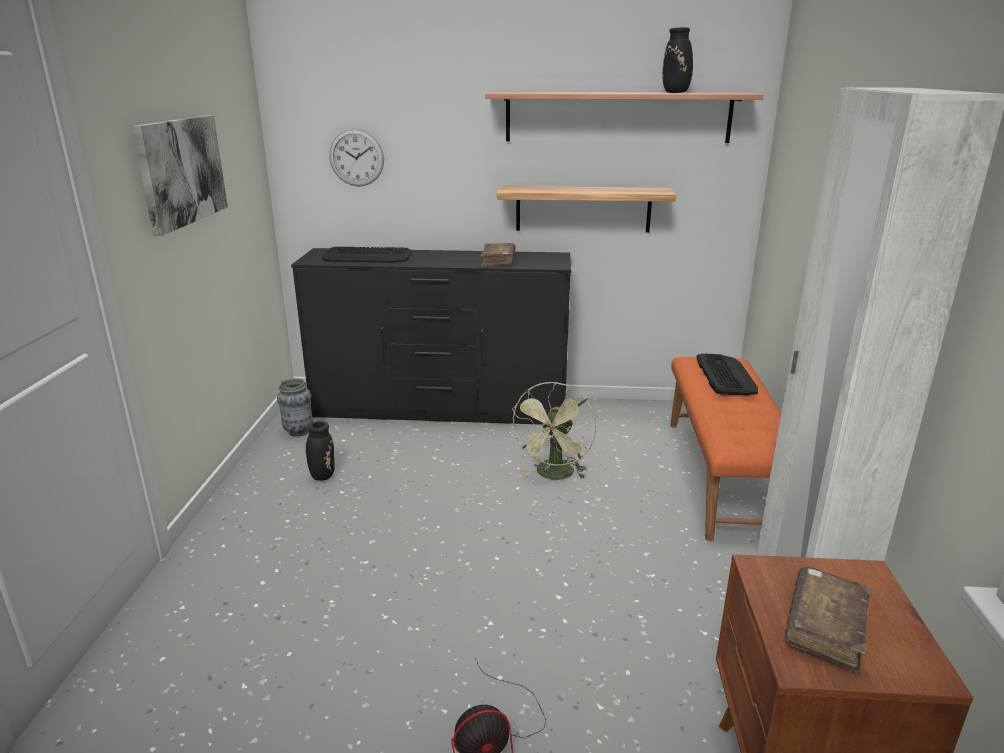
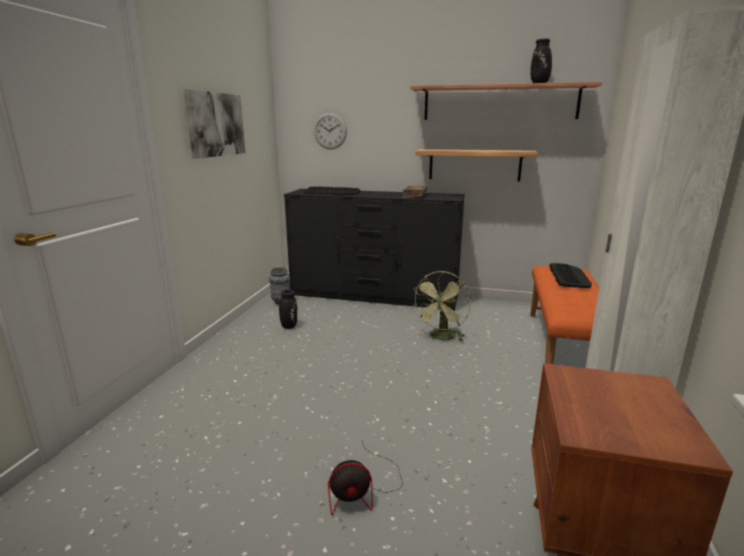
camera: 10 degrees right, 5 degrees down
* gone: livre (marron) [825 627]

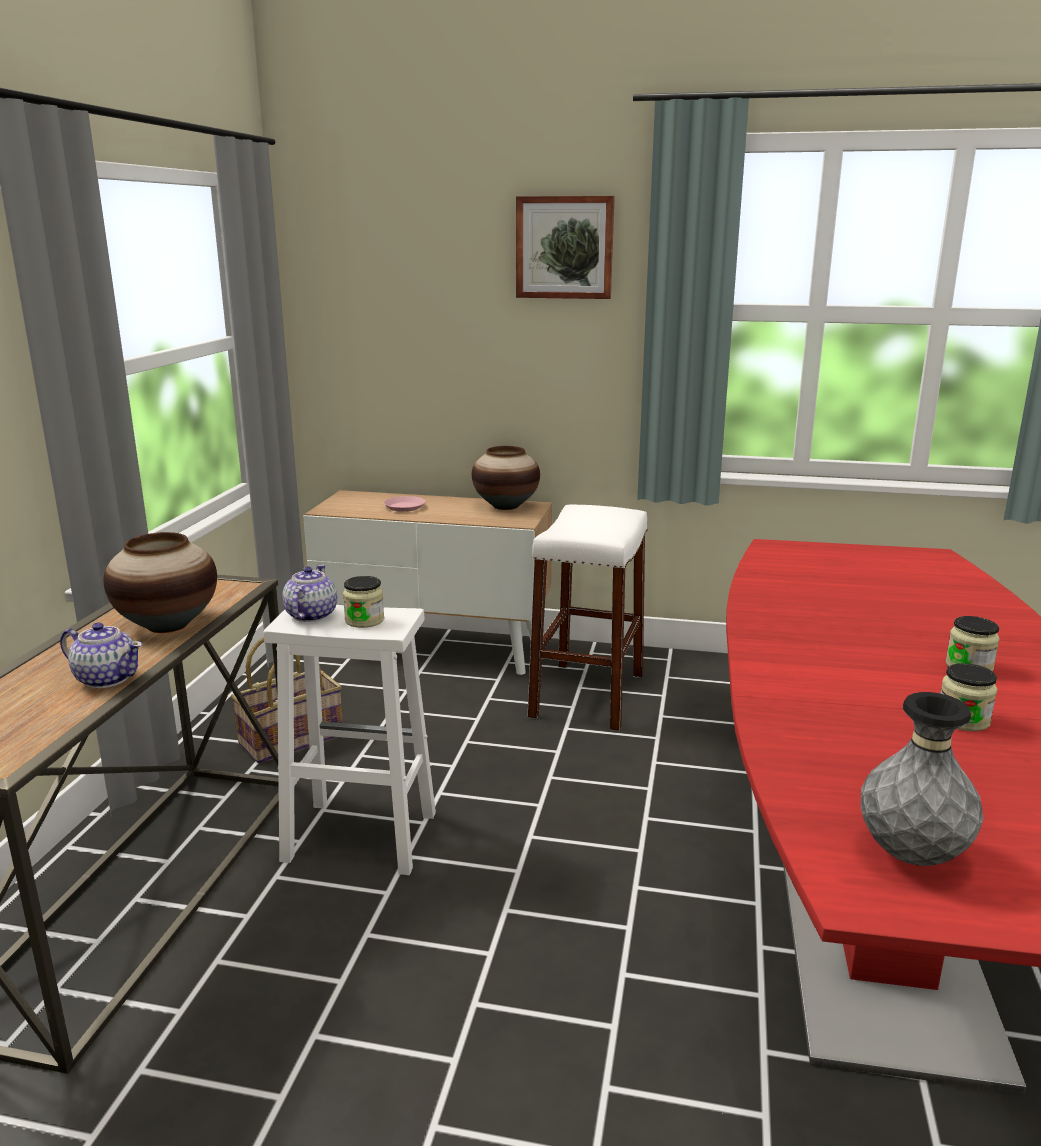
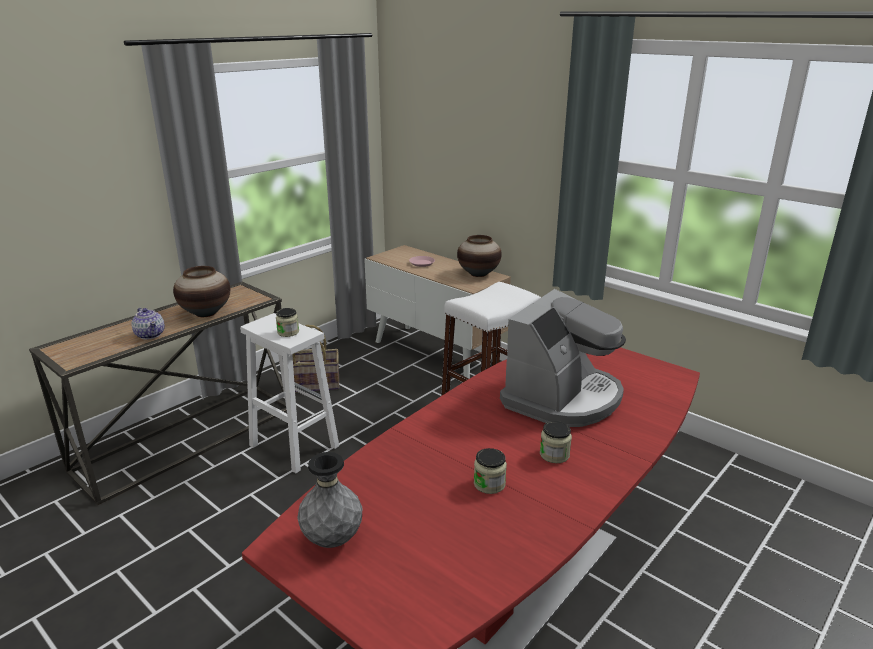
camera: 30 degrees right, 5 degrees up
* gone: théière [310 615]
* gone: tableau [564 247]
* new: machine à café [563 398]

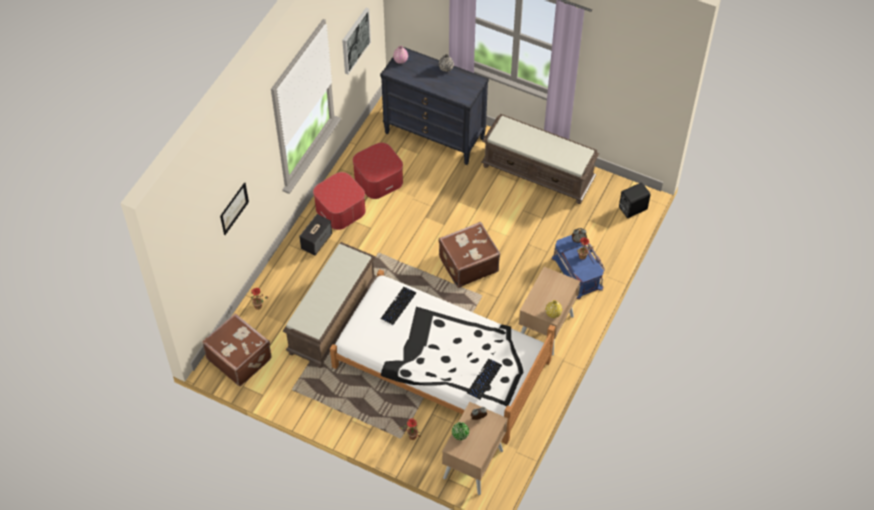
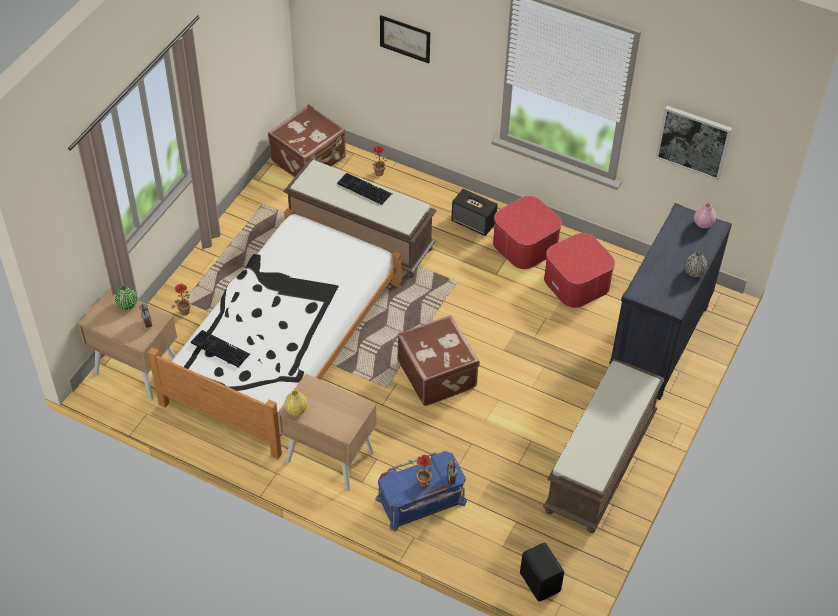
camera: 90 degrees right, 5 degrees down
* shifted: clavier [398 306] to [364 189]

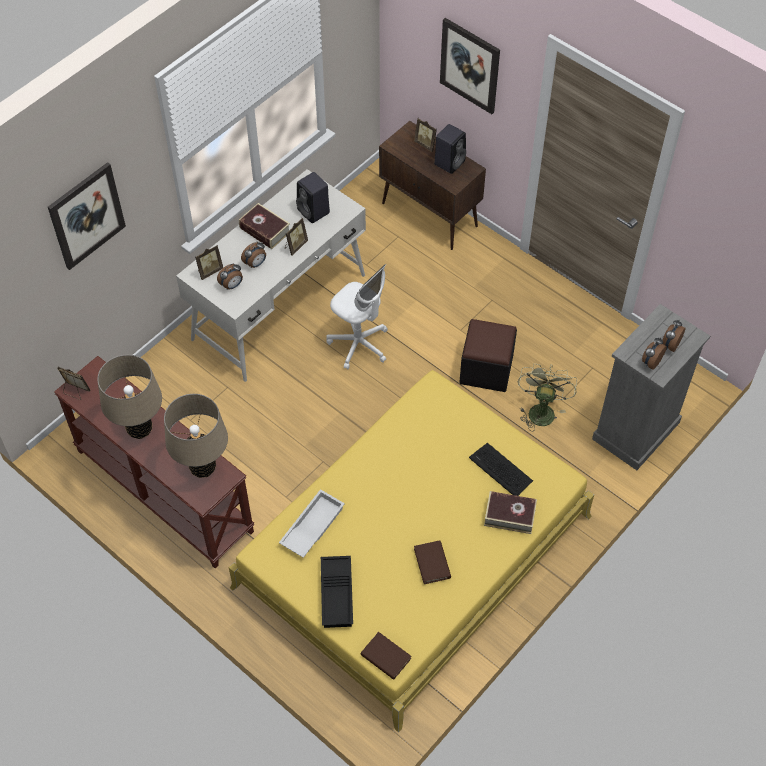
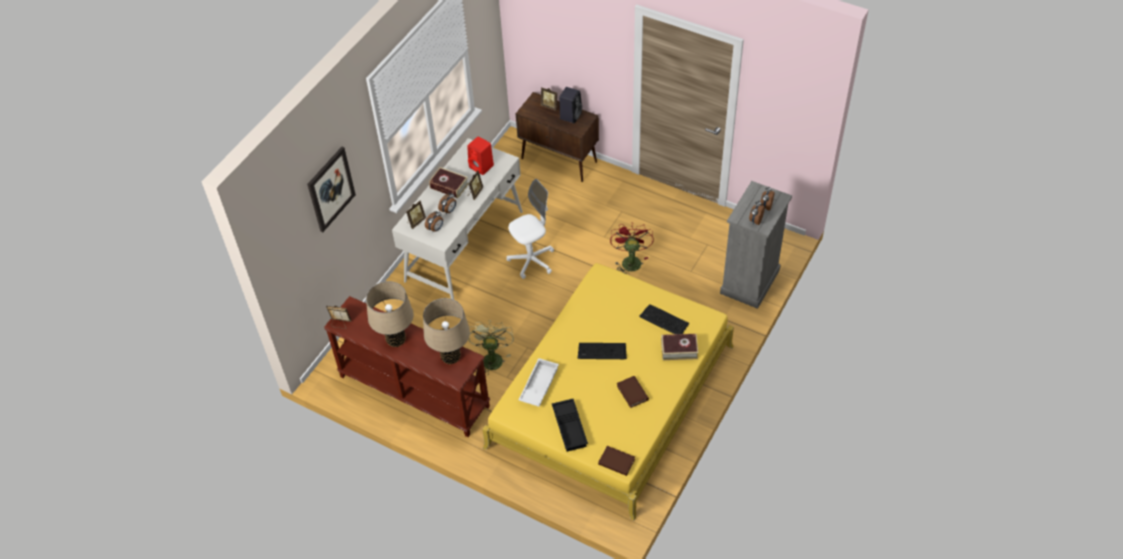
camera: 10 degrees left, 5 degrees down
* gone: tableau [470 65]
* new: clavier [602 351]
* shifted: ventilateur (vert) [541 410] to [492 357]
* swapped: pouf (noir) [486 369] to ventilateur (rouge) [630 260]
* repainted: enceinte (noir) [314 212] to enceinte (rouge) [482 167]
* rotated: chaise de bureau (blanc) [359 344] = [531 261] 60 degrees counterclockwise

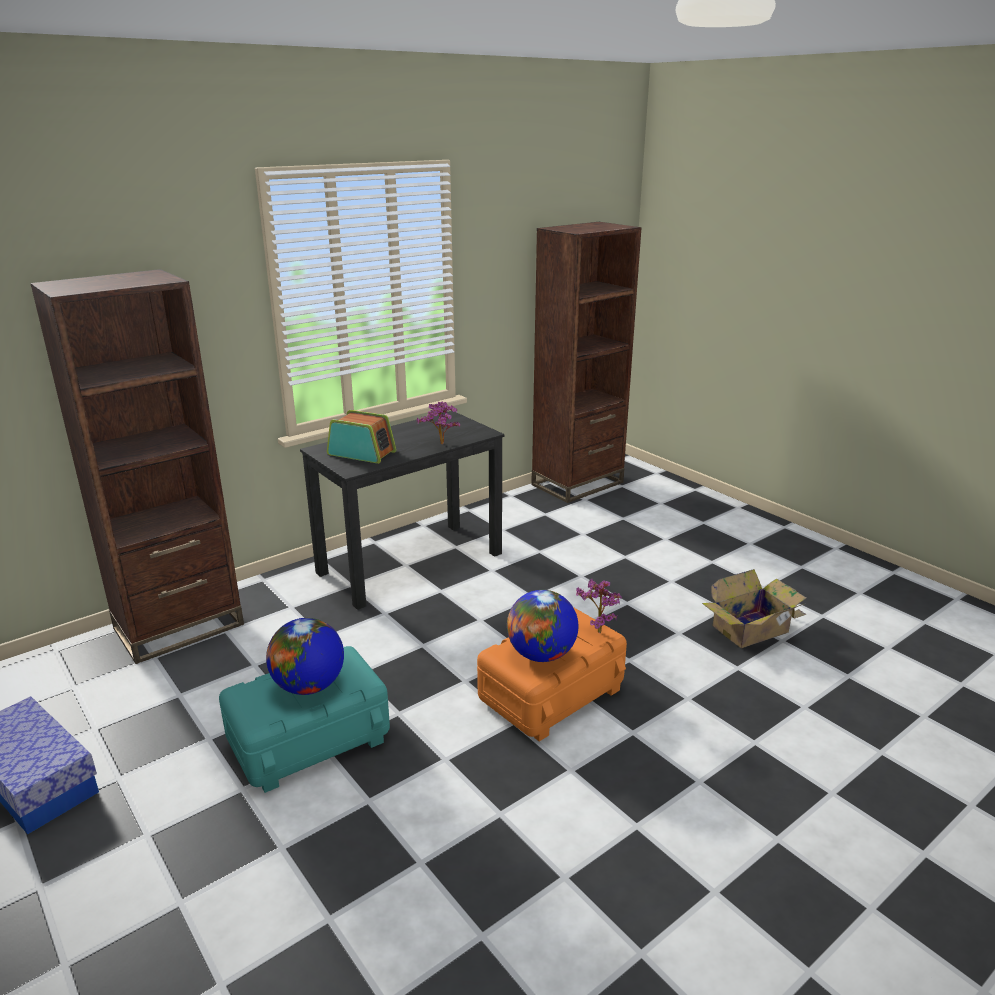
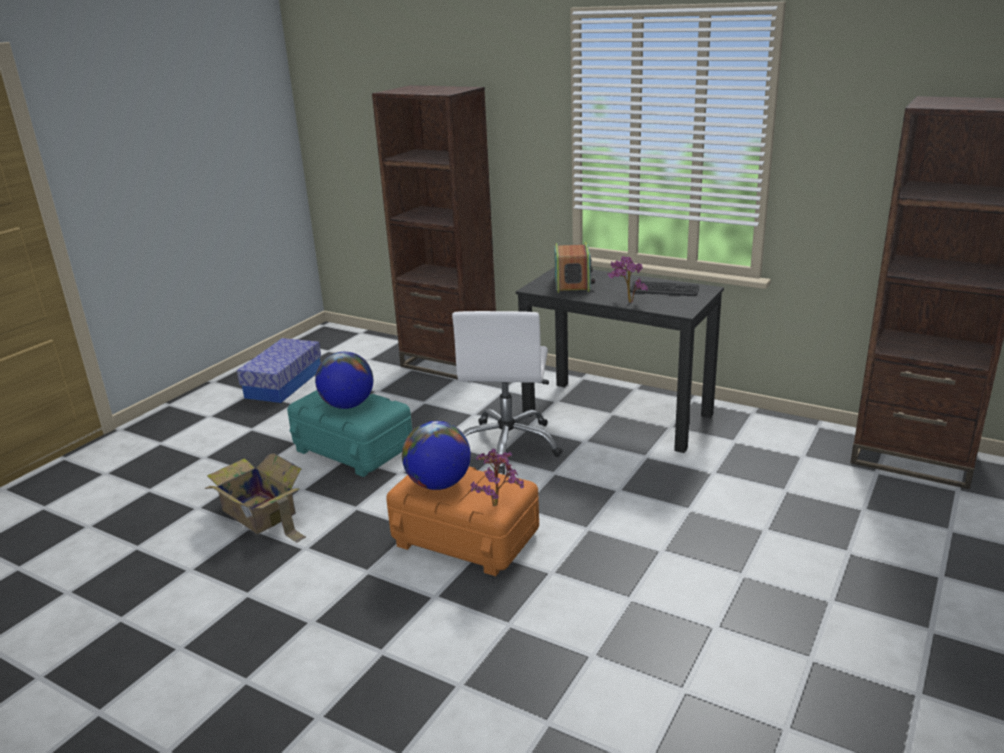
camera: 70 degrees right, 0 degrees up
* new: chaise de bureau (blanc) [508 445]
* new: clavier [664 290]
* shifted: carton [753 629] to [260 514]

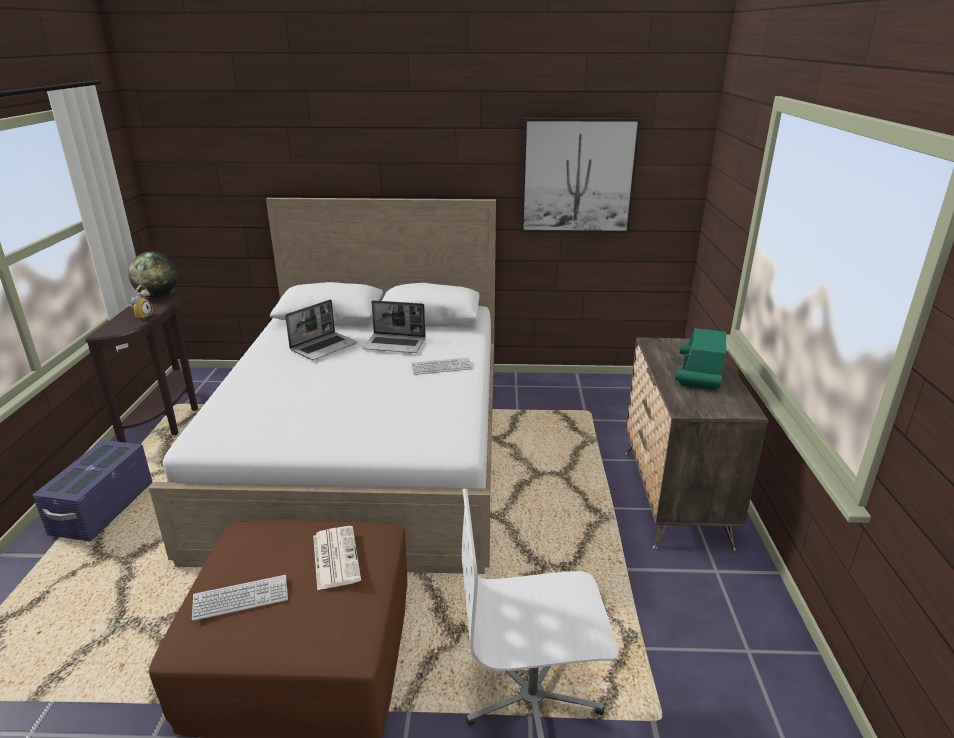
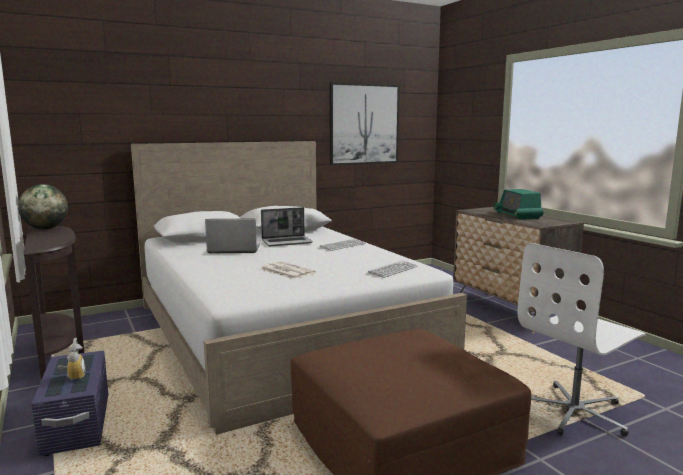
camera: 30 degrees left, 15 degrees down
* shifted: réveil [142 316] to [73 377]
* shifted: clavier [241 599] to [393 270]
* shifted: journal [335 557] to [286 271]
* rotated: ordinateur portable [324 347] = [233 250] 105 degrees counterclockwise

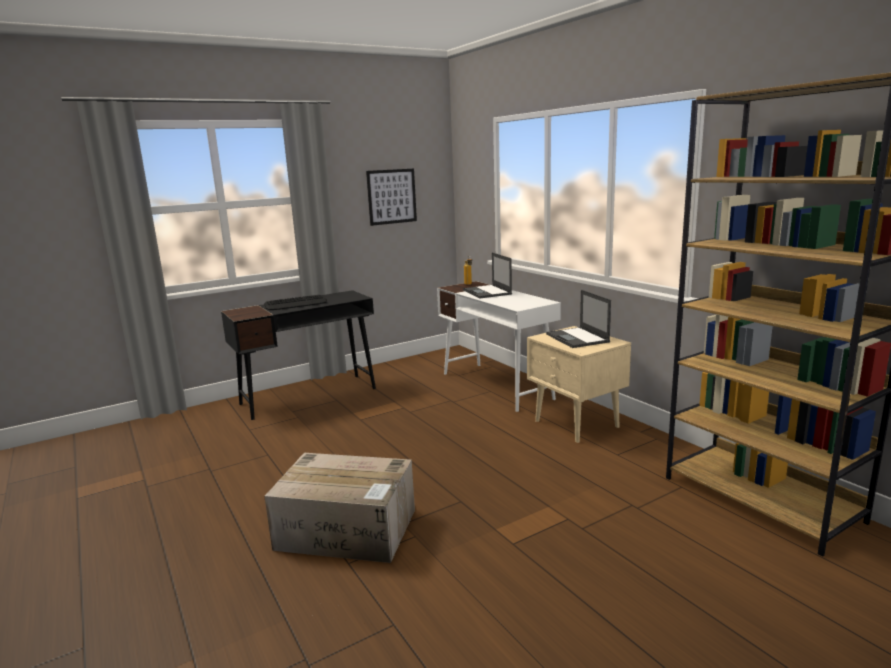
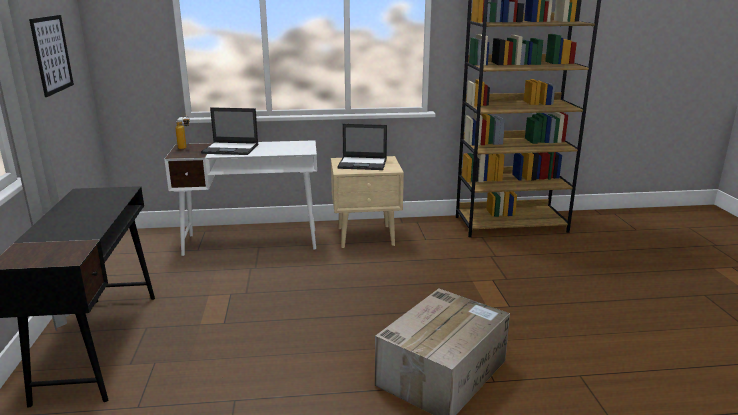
camera: 65 degrees left, 5 degrees up
* gone: clavier [296 304]

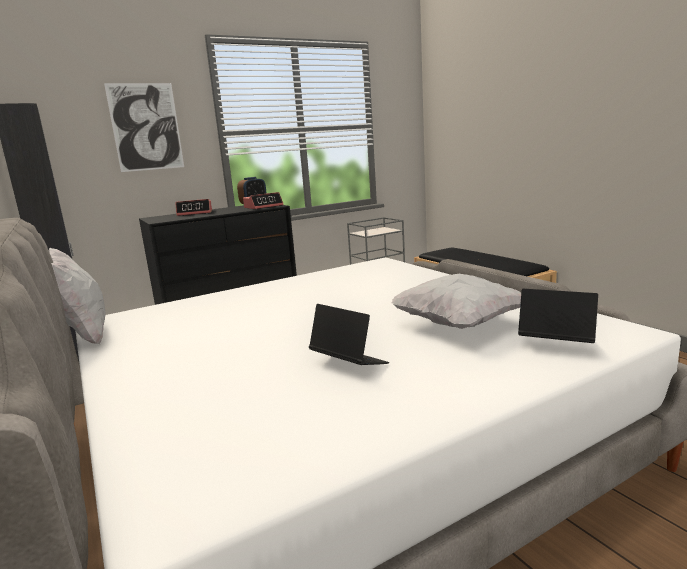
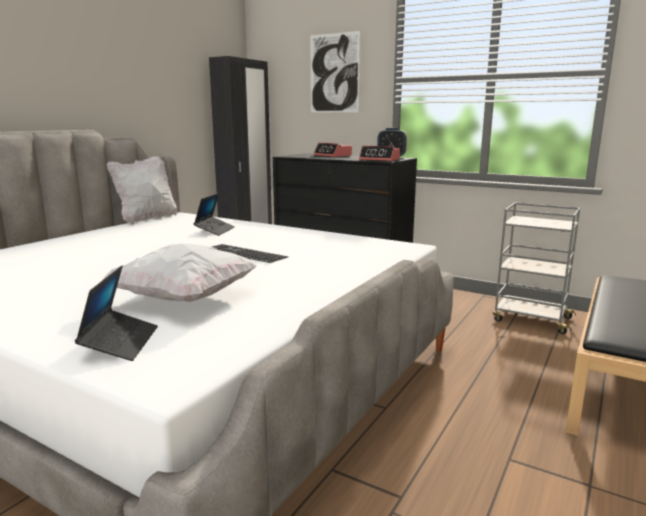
camera: 60 degrees right, 0 degrees up
* new: clavier [242 254]
* shifted: ordinateur portable [348 363] to [215 230]

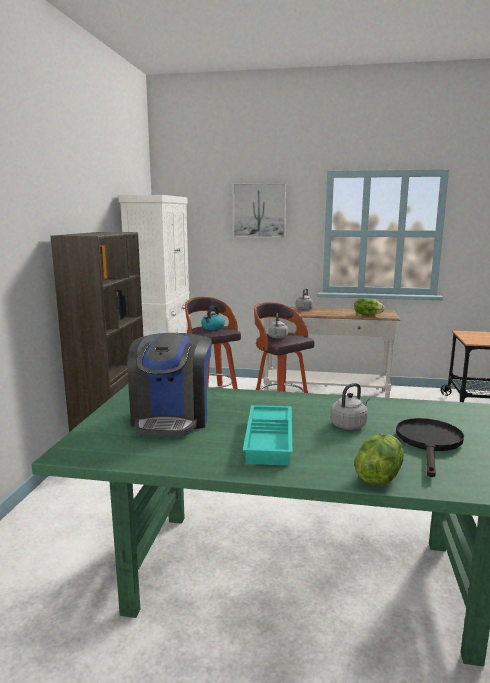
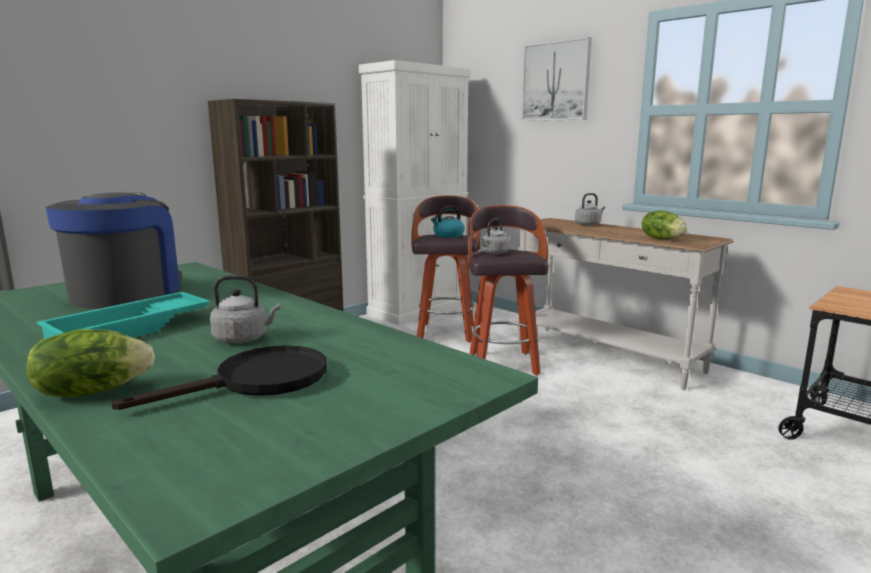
camera: 35 degrees right, 0 degrees up
* rotated: machine à café [172 418] = [126 293] 150 degrees clockwise

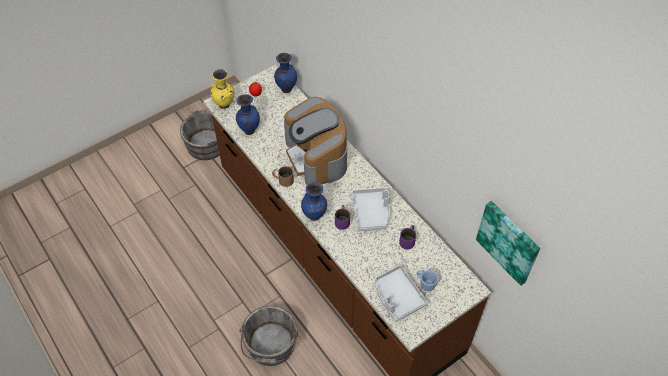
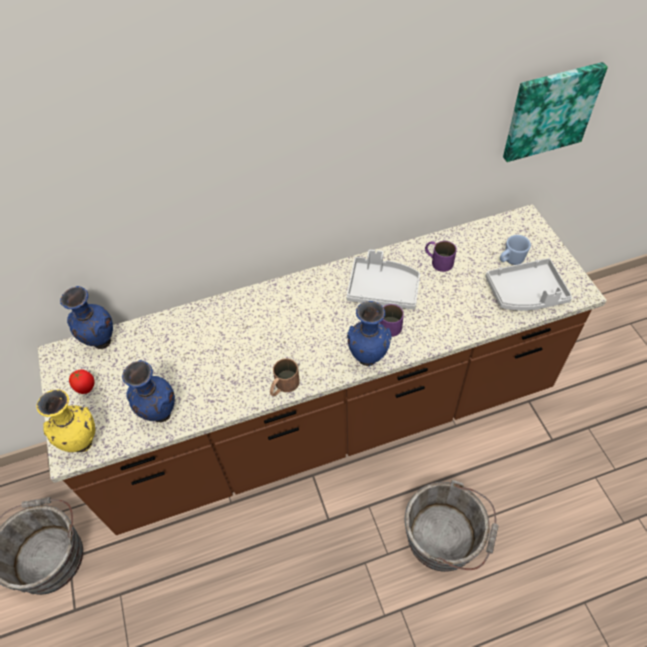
camera: 70 degrees left, 0 degrees up
* gone: machine à café [317 156]

